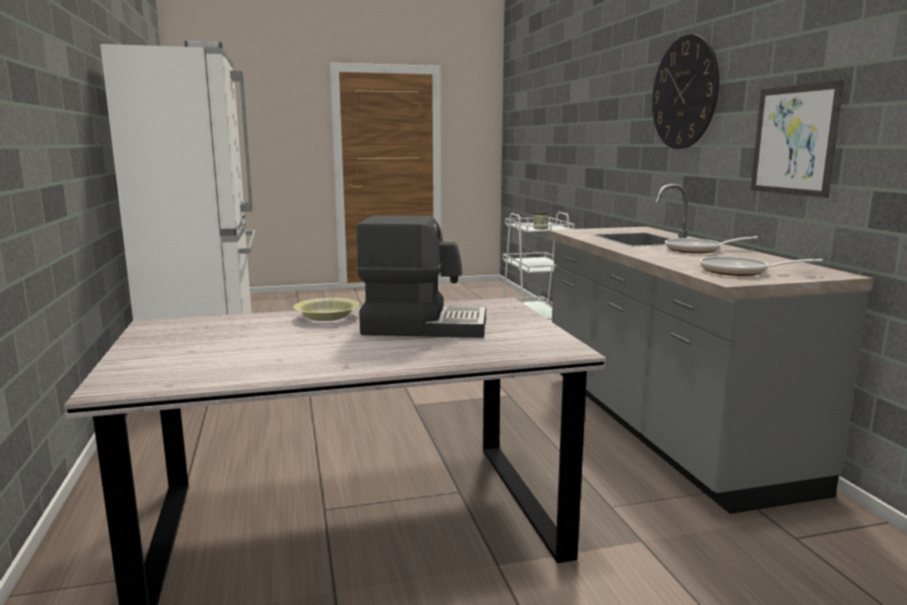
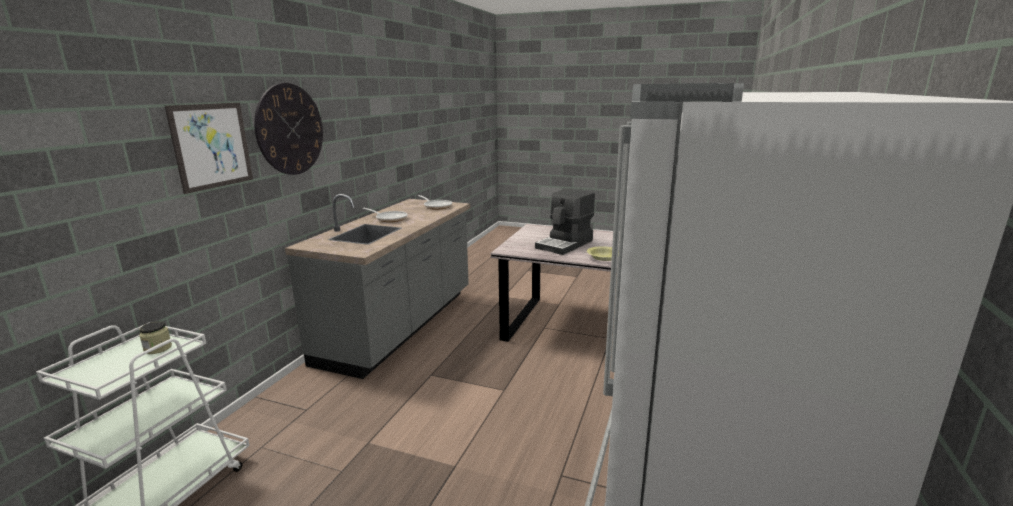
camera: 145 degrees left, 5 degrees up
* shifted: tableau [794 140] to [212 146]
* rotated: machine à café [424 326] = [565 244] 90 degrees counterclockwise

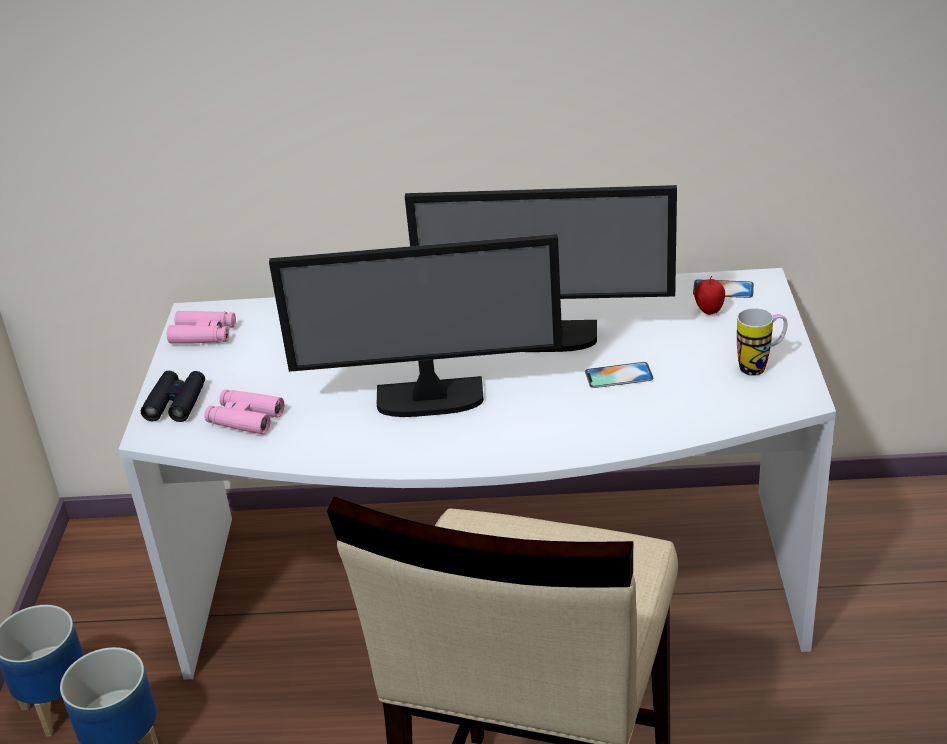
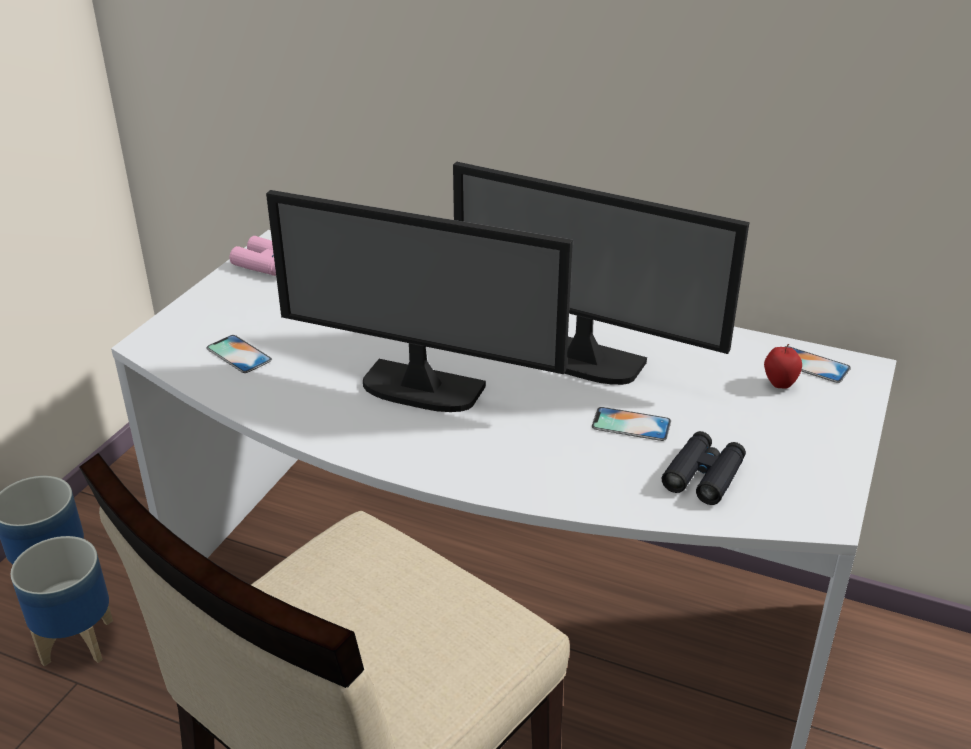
camera: 20 degrees right, 0 degrees up
* gone: mug [760 366]
* shifted: jumelles (noir) [176 403] to [703 475]
* swapped: jumelles (rose) [245 419] to téléphone [239 354]

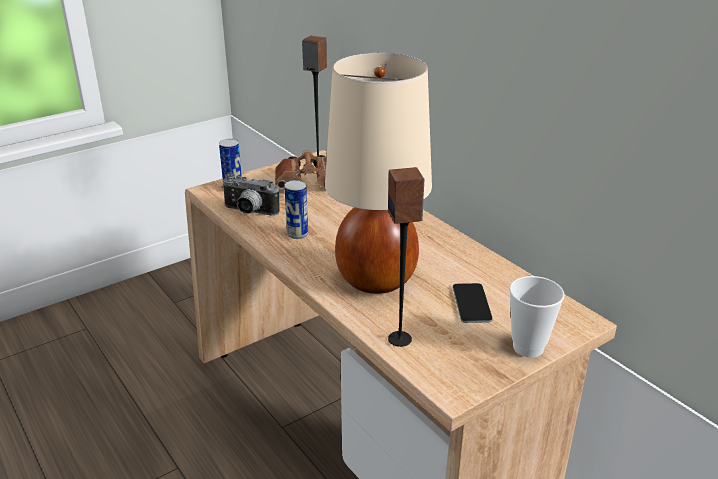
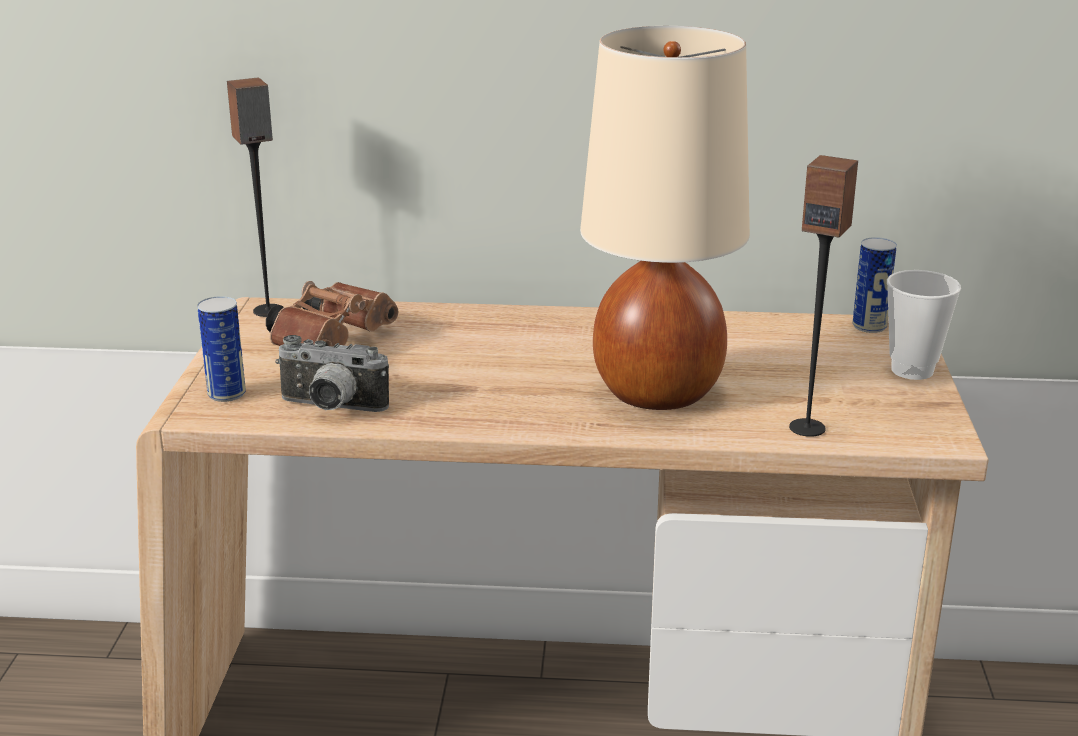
camera: 50 degrees left, 5 degrees down
* gone: téléphone [471 303]
* shifted: boîte métallique [297 234] to [869 326]
* rotated: appareil photo [249 212] = [330 408] 45 degrees clockwise

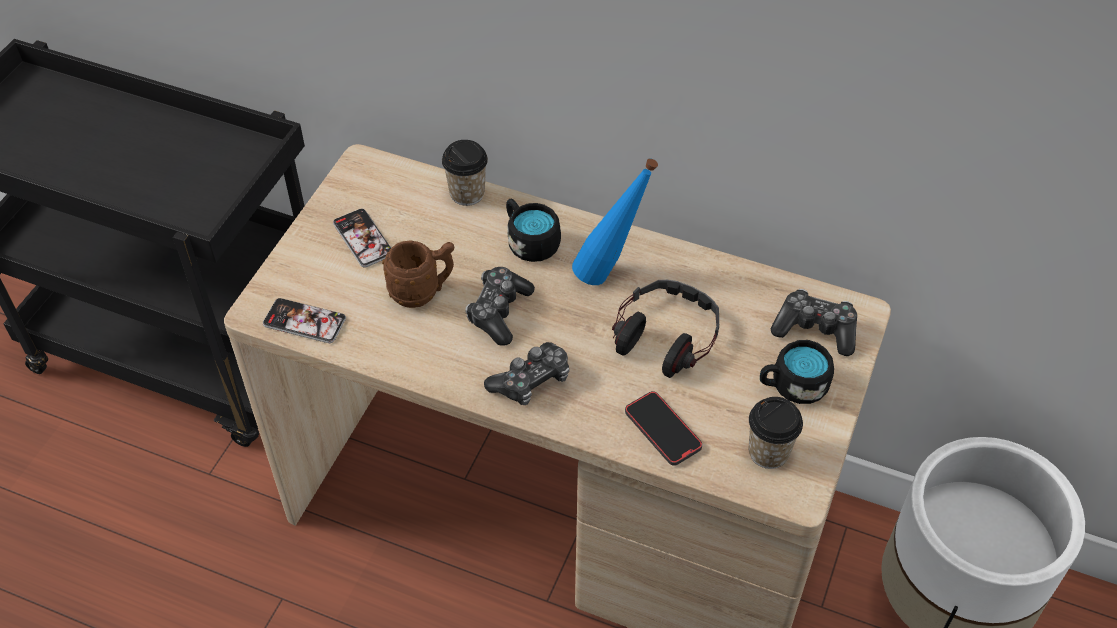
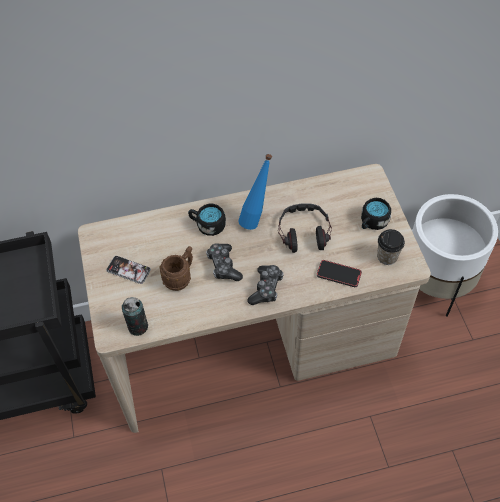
camera: 35 degrees left, 5 degrees up
* gone: tasse [467 193]
* gone: manette [815 329]
* swapped: téléphone [304 321] to boîte métallique [138 327]

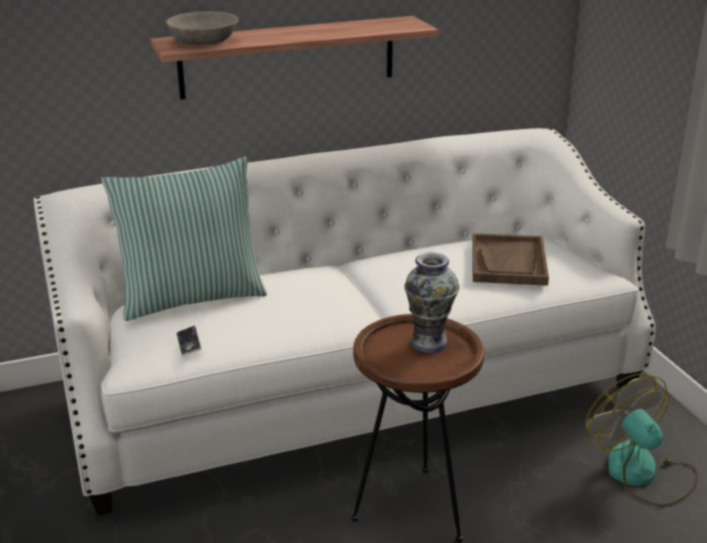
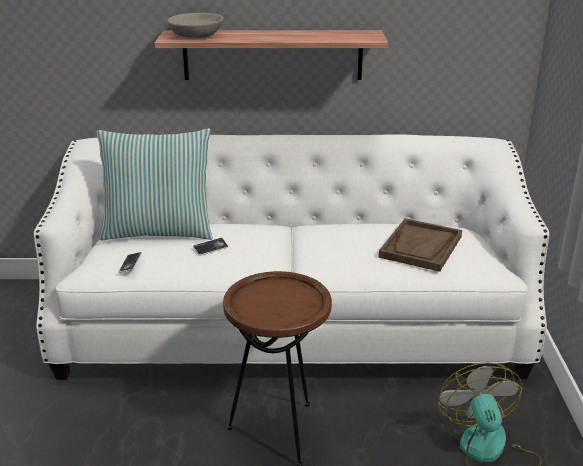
camera: 20 degrees right, 0 degrees up
* gone: vase [428 342]
* new: téléphone [210 248]

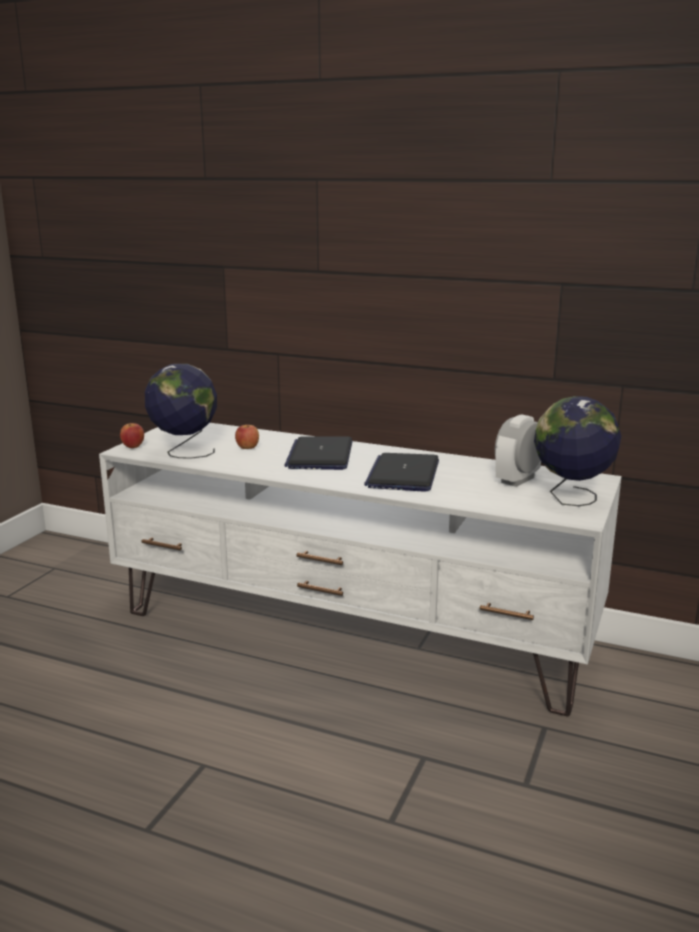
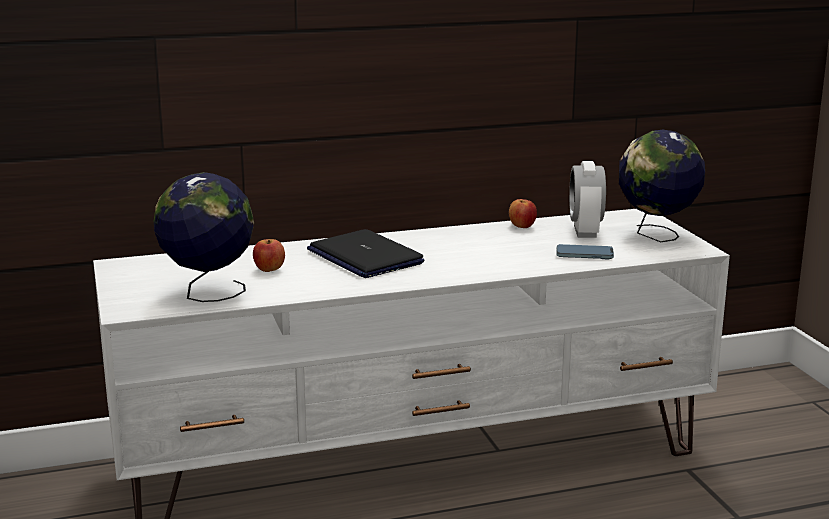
camera: 40 degrees left, 0 degrees up
* gone: ordinateur portable [403 474]
* new: téléphone [584 255]
* shifted: pomme [133 446] to [522 226]

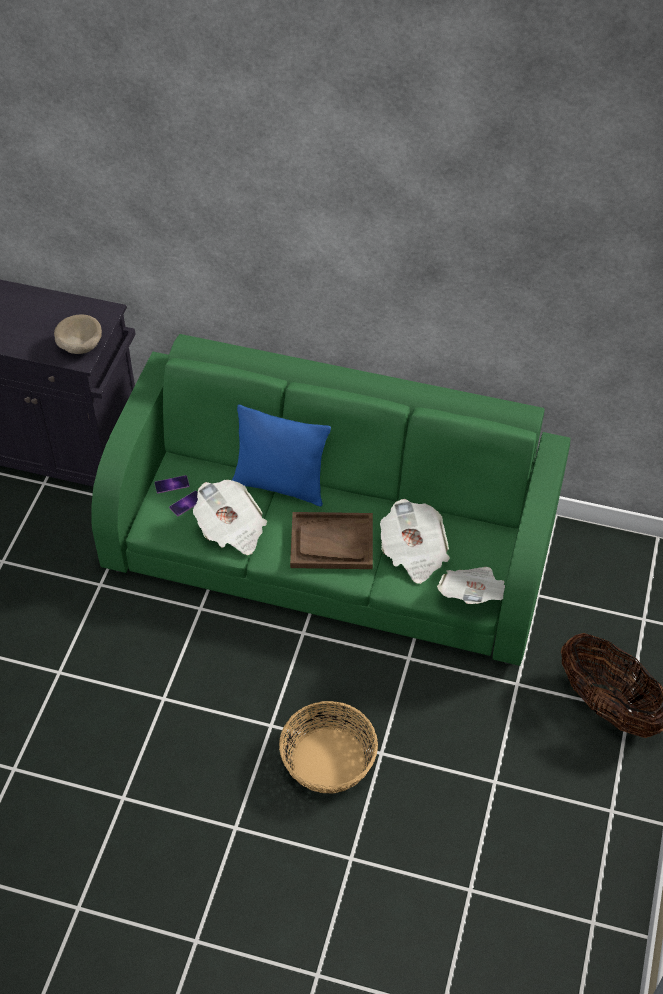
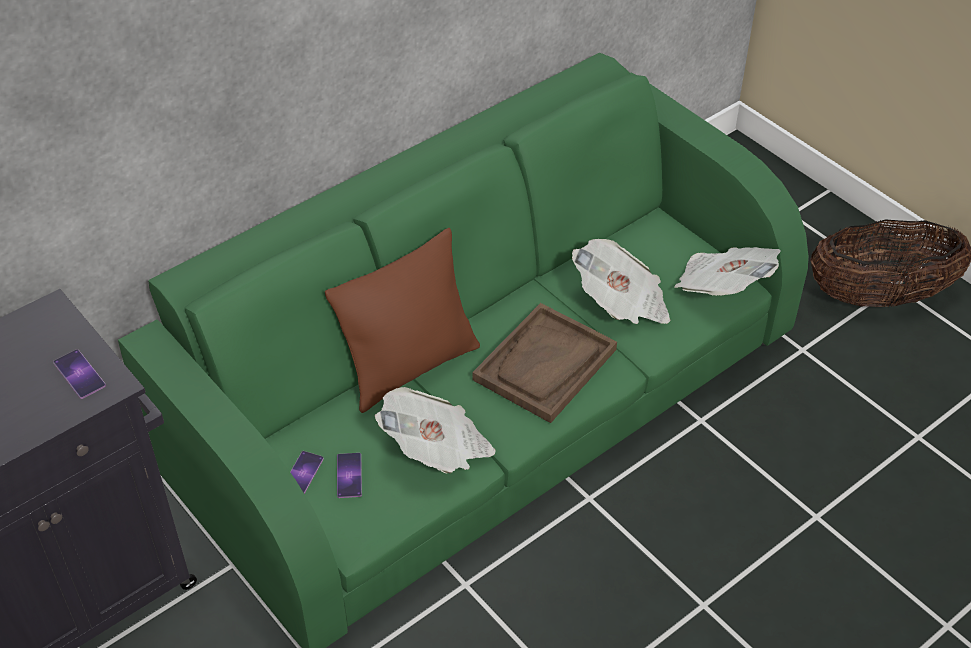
camera: 55 degrees left, 5 degrees down
* gone: panier [329 761]
* swapped: bol (beige) [79 346] to téléphone [79 374]
* repainted: coussin (bleu) [280 485] to coussin (marron) [410 367]

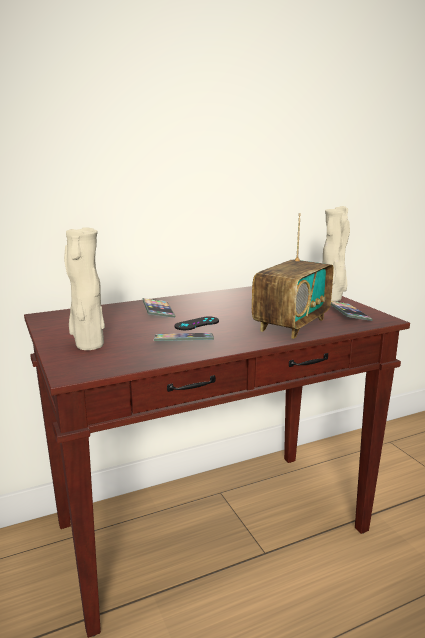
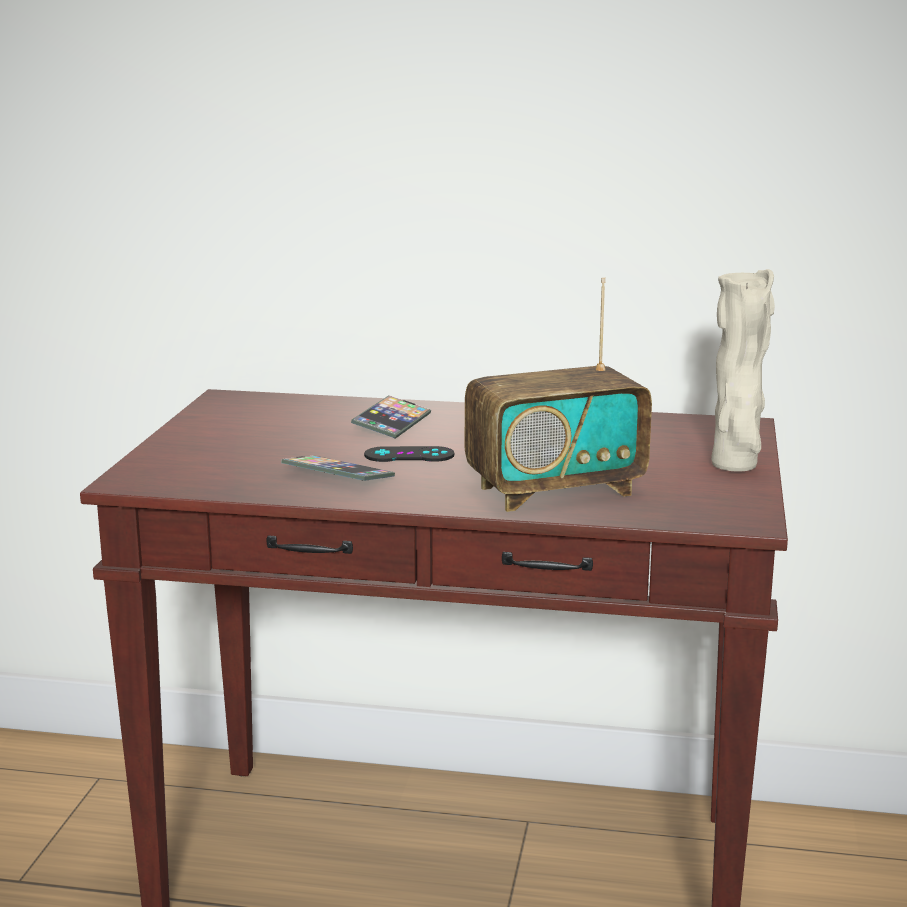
camera: 35 degrees right, 0 degrees up
* gone: vase (beige) [88 346]
* gone: téléphone [348 314]

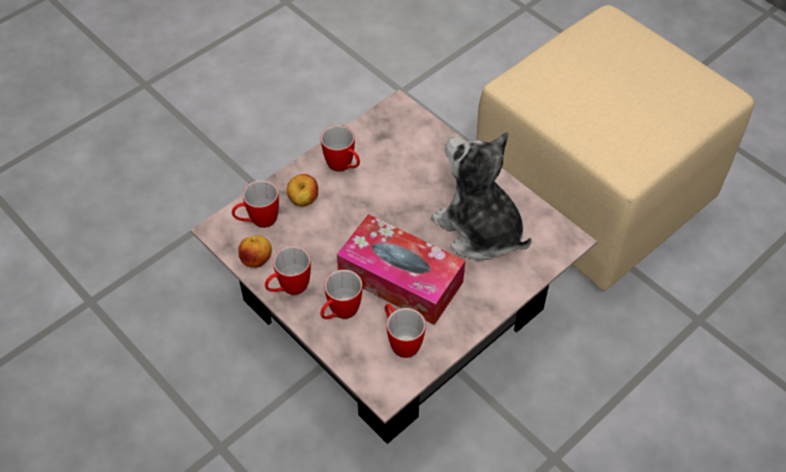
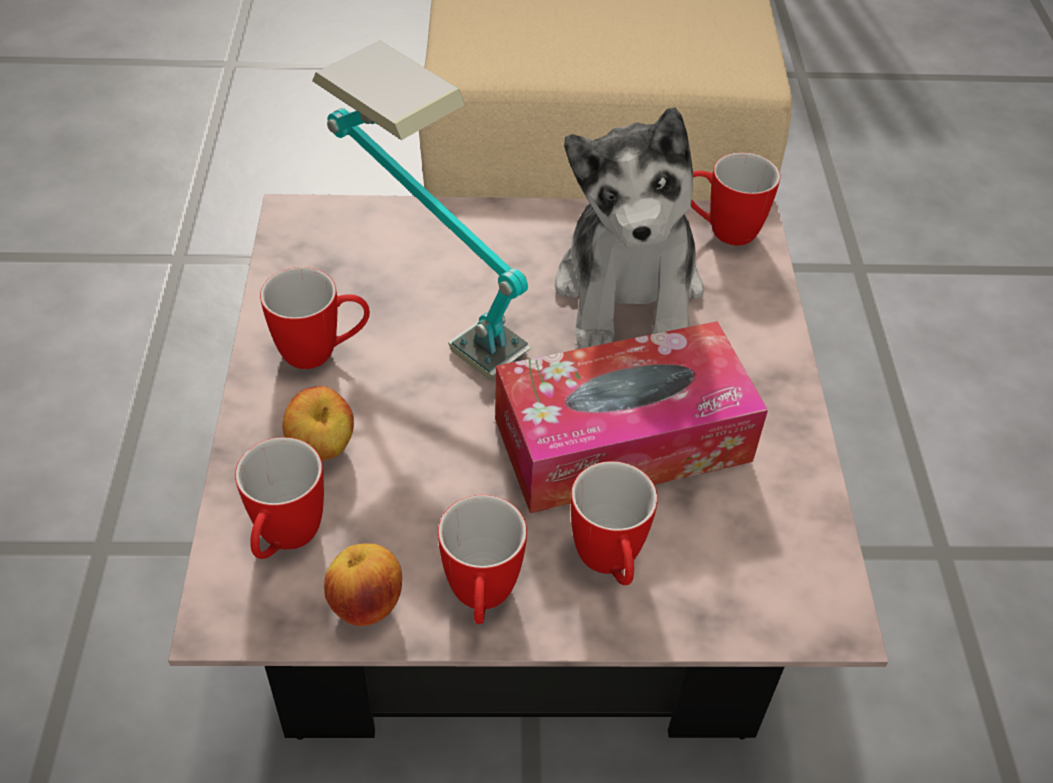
camera: 50 degrees left, 5 degrees down
* new: lampe de table [426 304]
* shifted: mug [401 341] to [720 231]
* rotated: peluche [479 230] = [629 292] 90 degrees counterclockwise

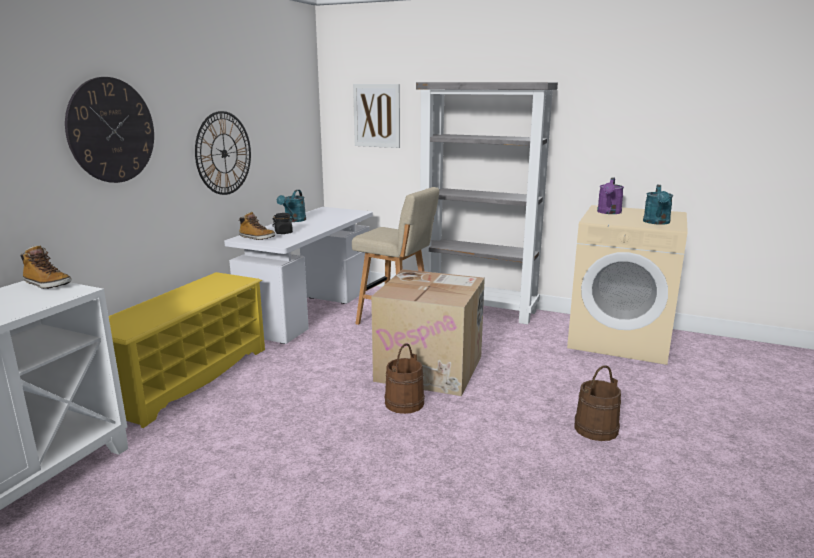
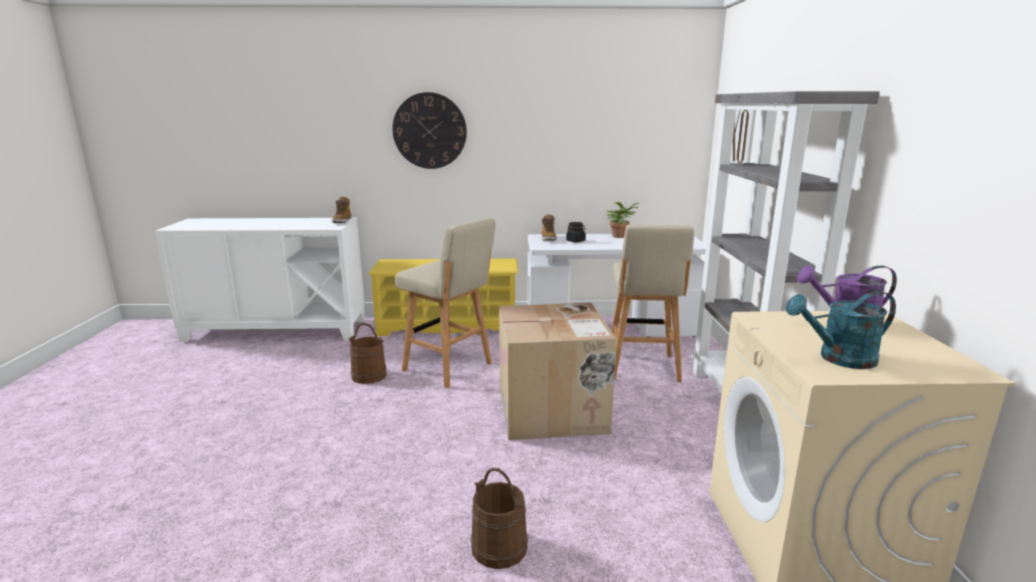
camera: 65 degrees right, 0 degrees up
* gone: horloge murale [224 153]
* new: tabouret (beige) [450 368]
* shifted: seau (marron) [404 403] to [369 375]
* swapped: arrosoir (turquoise) [293 220] to plante en pot [620 236]

